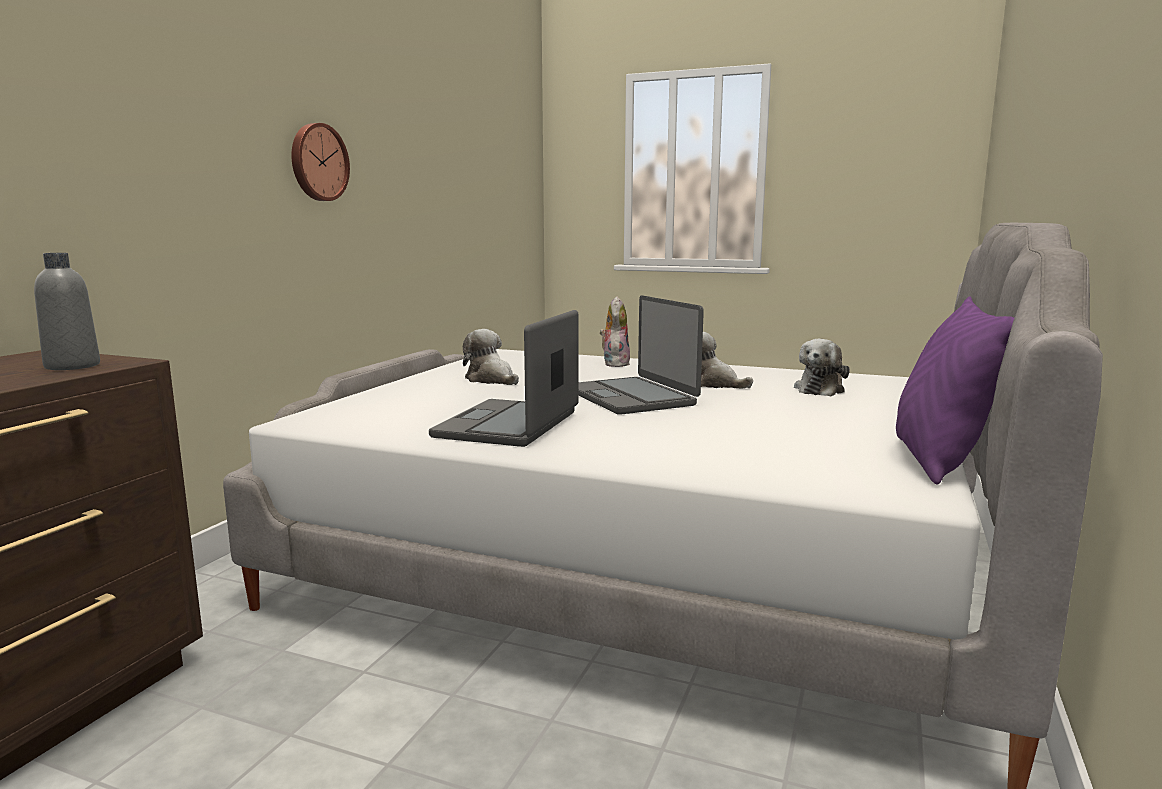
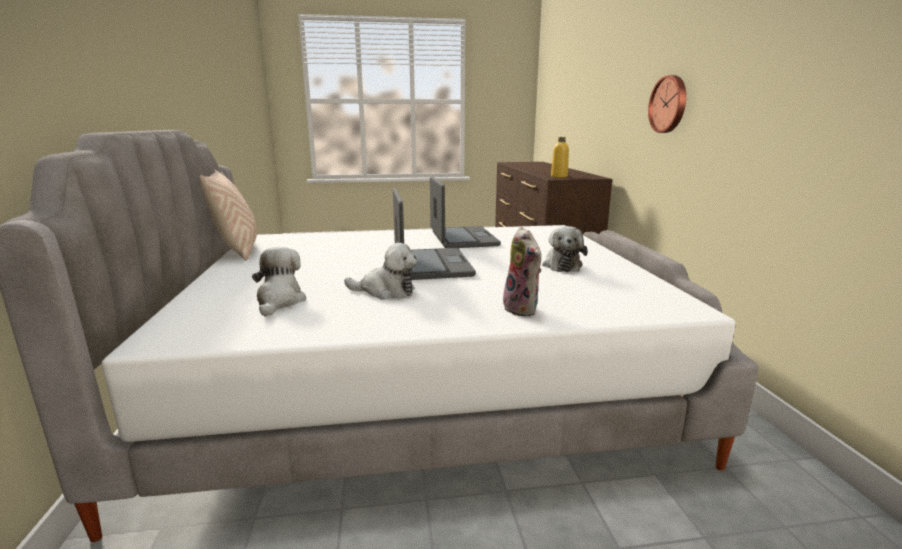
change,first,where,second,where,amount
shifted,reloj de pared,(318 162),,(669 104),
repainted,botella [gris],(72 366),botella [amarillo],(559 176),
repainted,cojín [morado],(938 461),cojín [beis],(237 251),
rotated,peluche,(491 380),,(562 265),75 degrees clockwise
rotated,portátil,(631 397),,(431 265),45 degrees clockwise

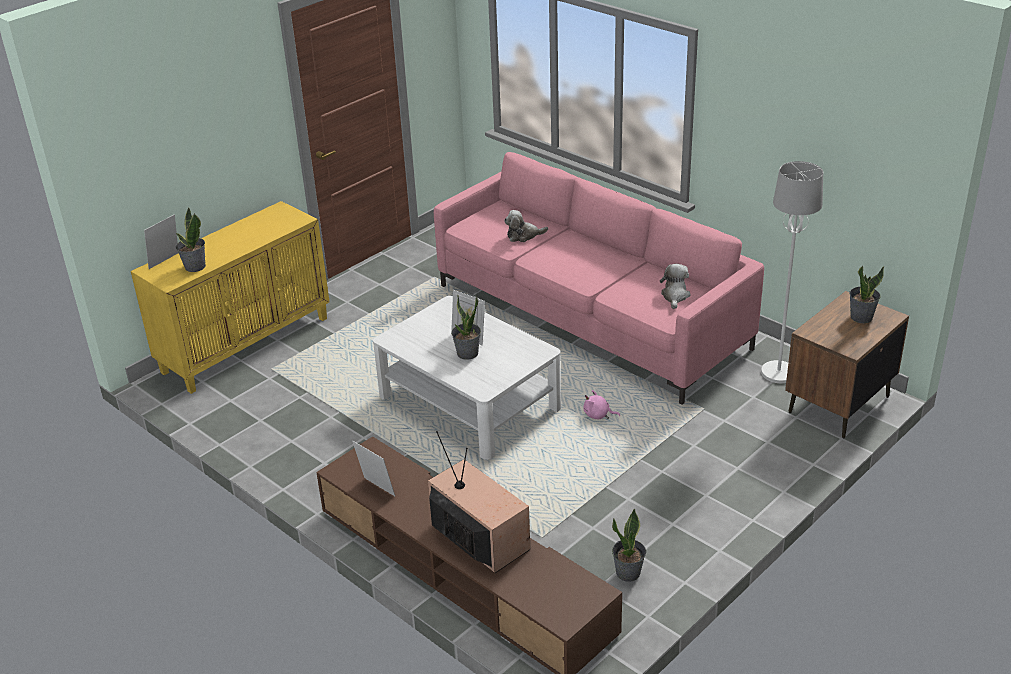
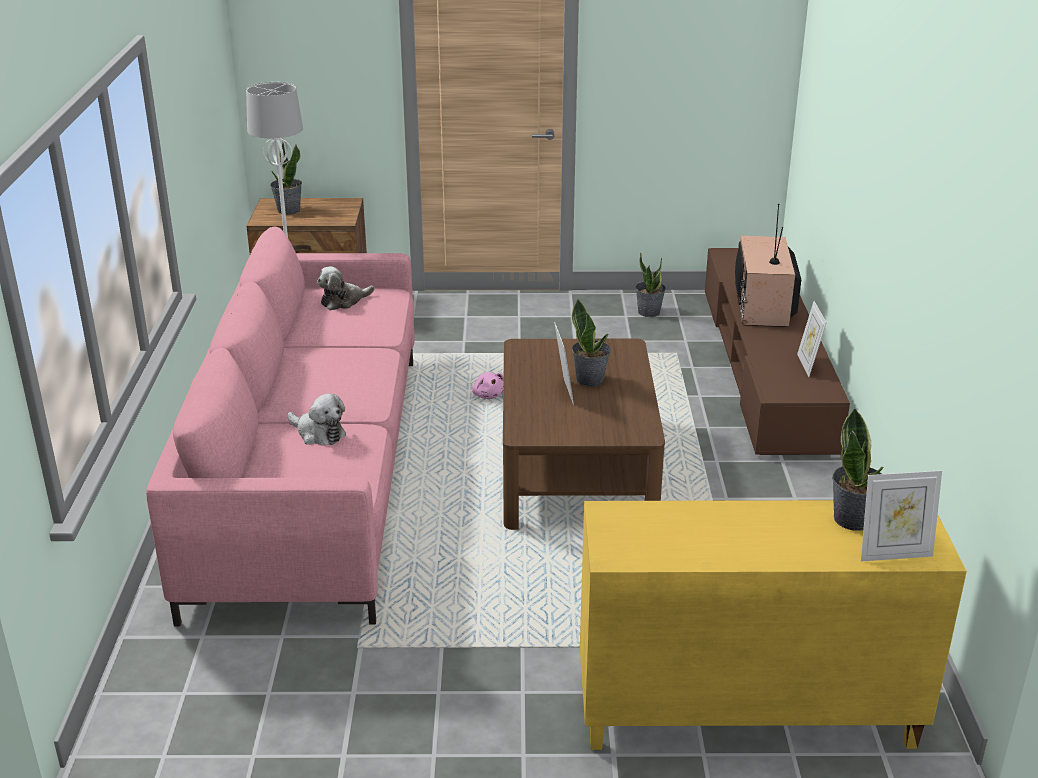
change,first,where,second,where,amount
repainted,mesa de centro [blanco],(469 402),mesa de centro [marrón],(576 469),

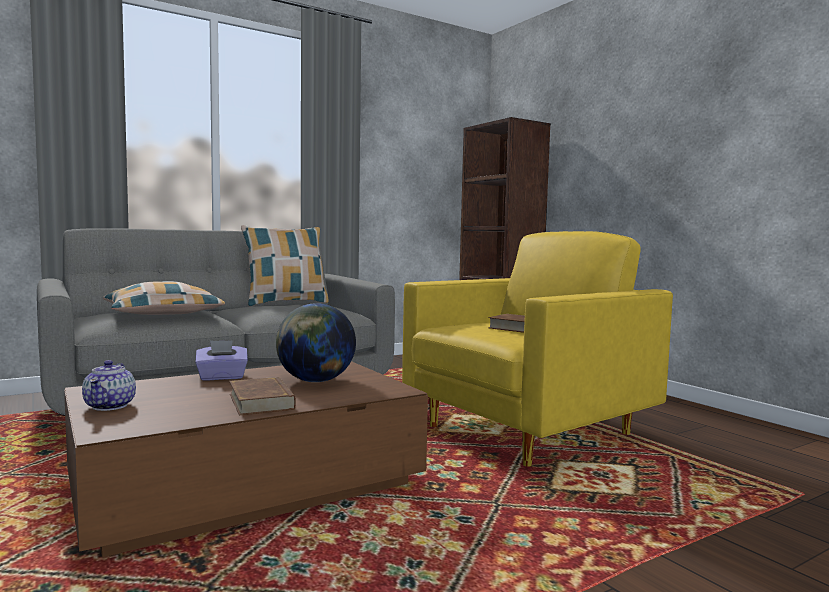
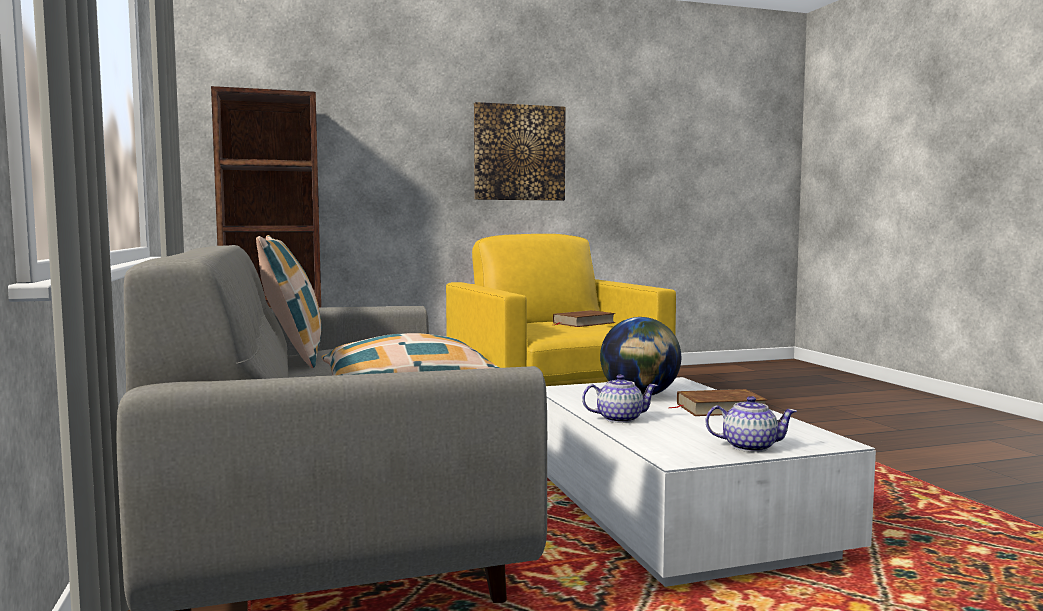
change,first,where,second,where,amount
new,,,cuadro,(519 153),
swapped,caja de pañuelos [morado],(222 377),tetera,(619 419),
repainted,mesa de centro [marrón],(249 484),mesa de centro [blanco],(673 511),

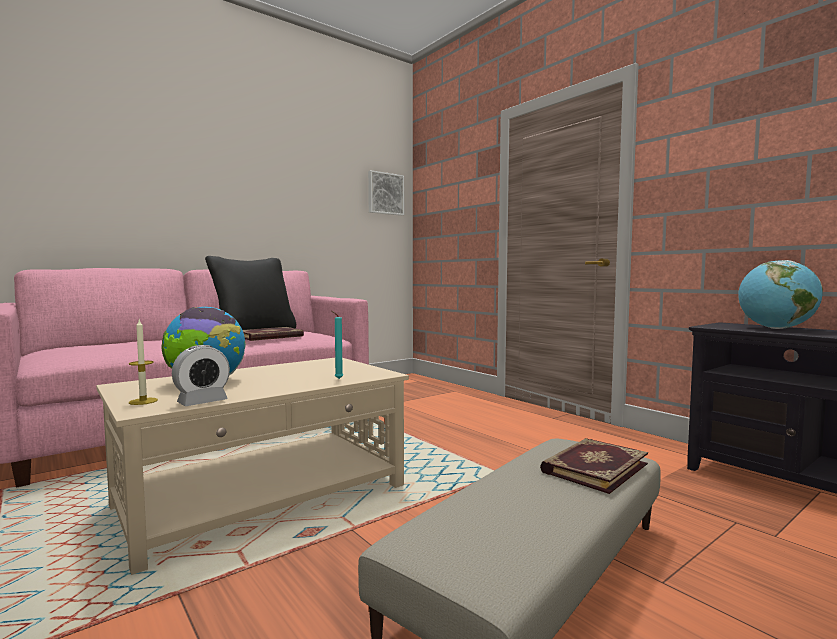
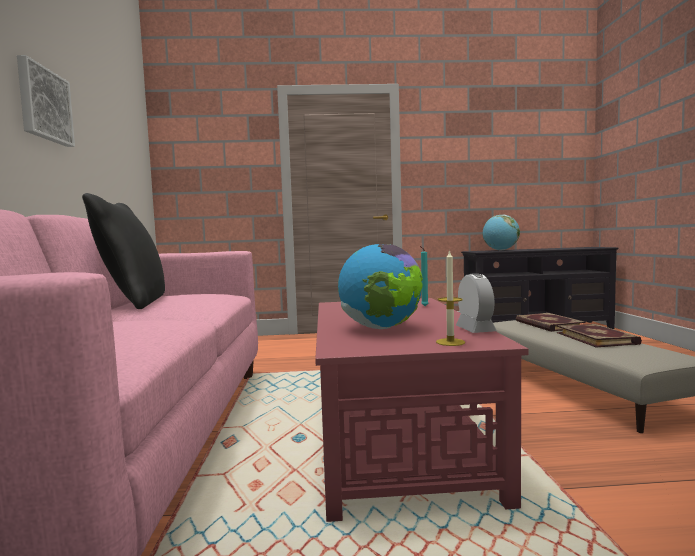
change,first,where,second,where,amount
shifted,libro,(270 337),,(597 338),
shifted,cuadro,(385 194),,(44 104),
repainted,mesa de centro [beis],(265 496),mesa de centro [rojo],(395 436),

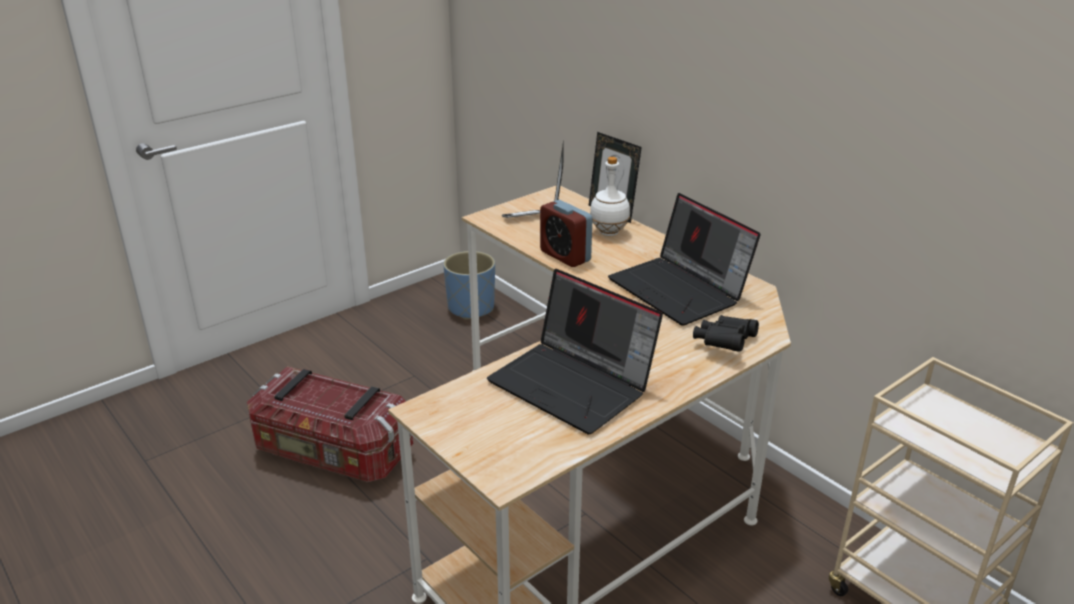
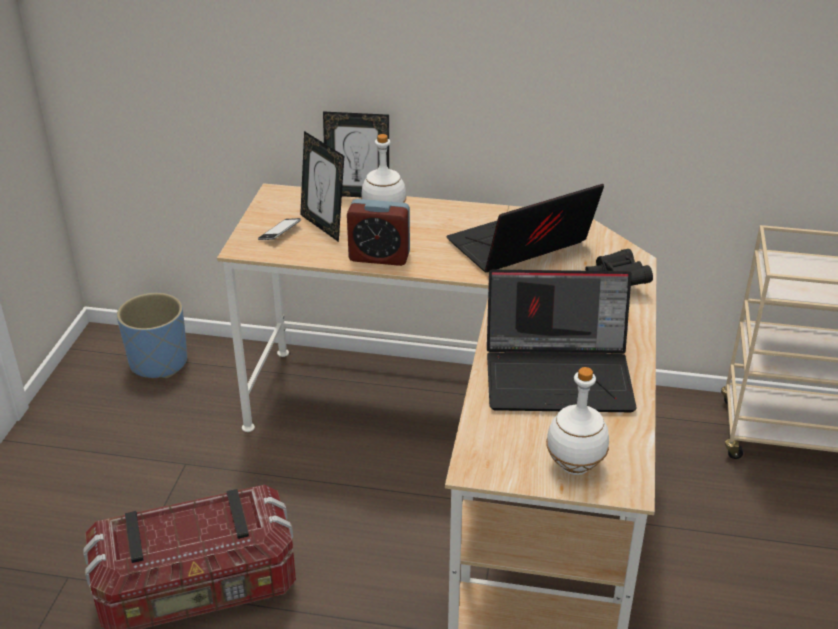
change,first,where,second,where,amount
new,,,botella [blanco],(574 467),
rotated,portátil,(680 290),,(519 247),135 degrees clockwise

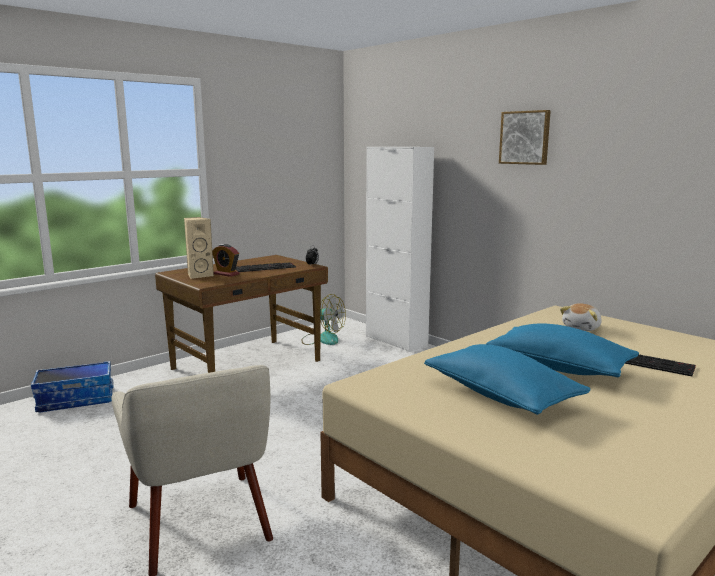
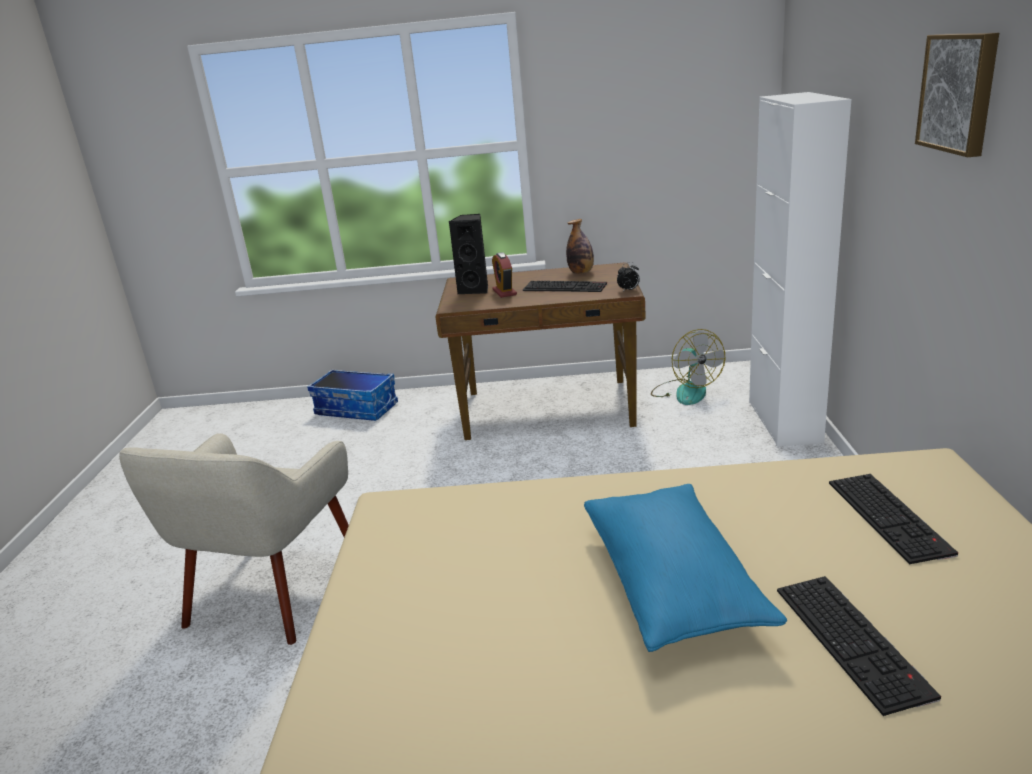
change,first,where,second,where,amount
gone,cojín [azul],(501 396),,,
new,,,botella,(581 273),
swapped,peluche,(582 328),teclado,(891 517),
repainted,altavoz [beis],(199 275),altavoz [negro],(475 290),

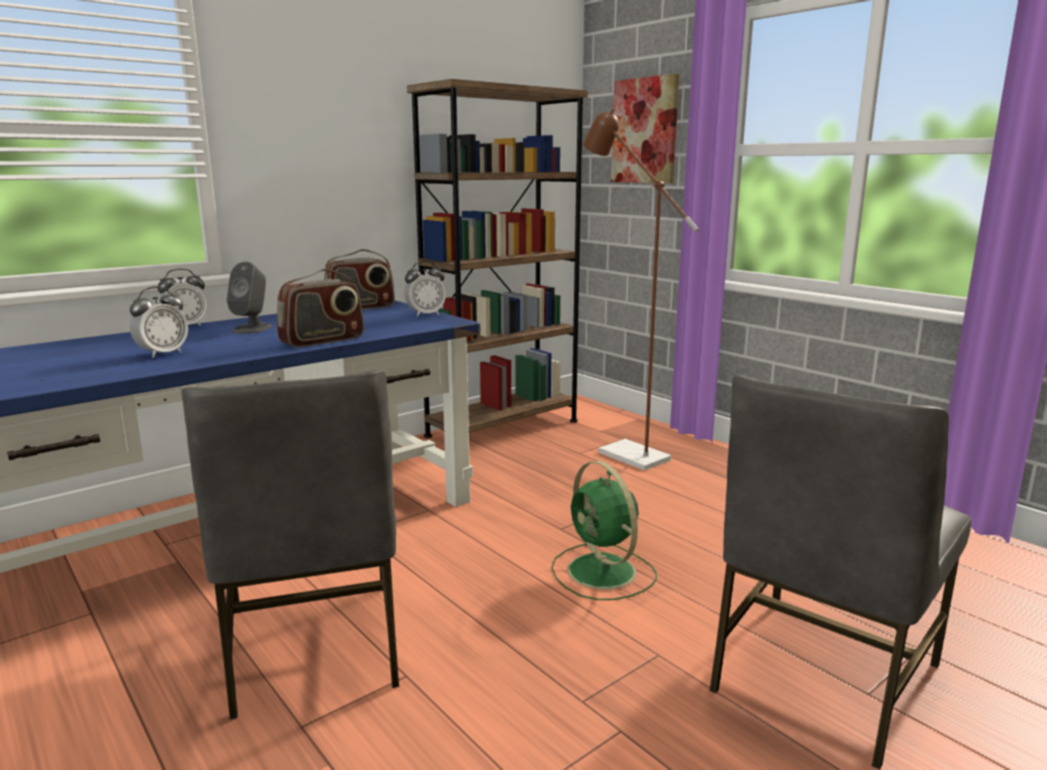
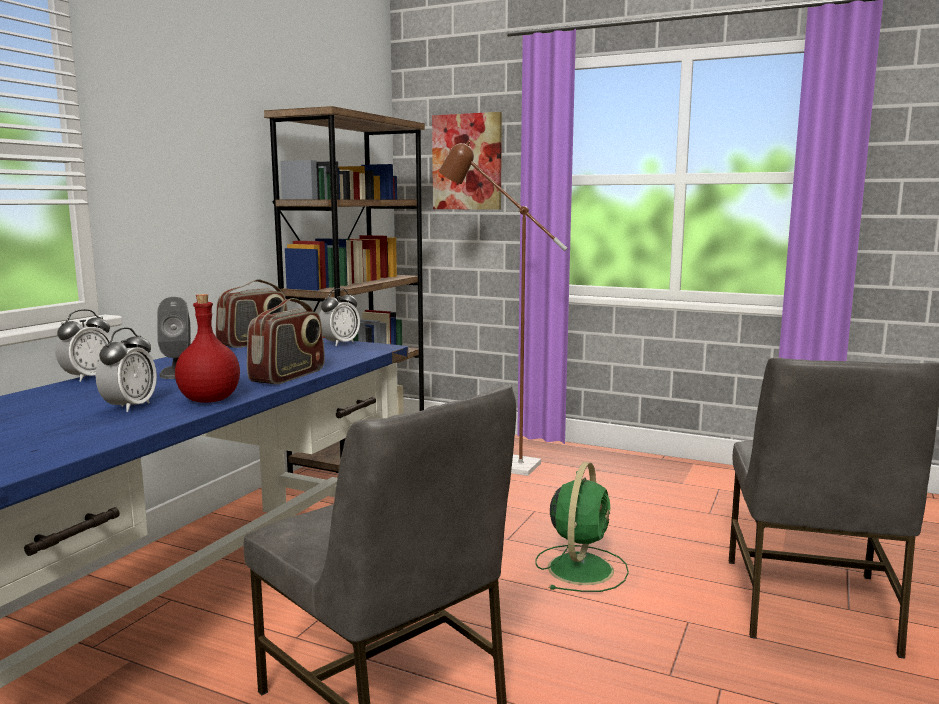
change,first,where,second,where,amount
new,,,botella [rojo],(209 400),
rotated,ventilador [verde],(603 573),,(581 568),105 degrees counterclockwise

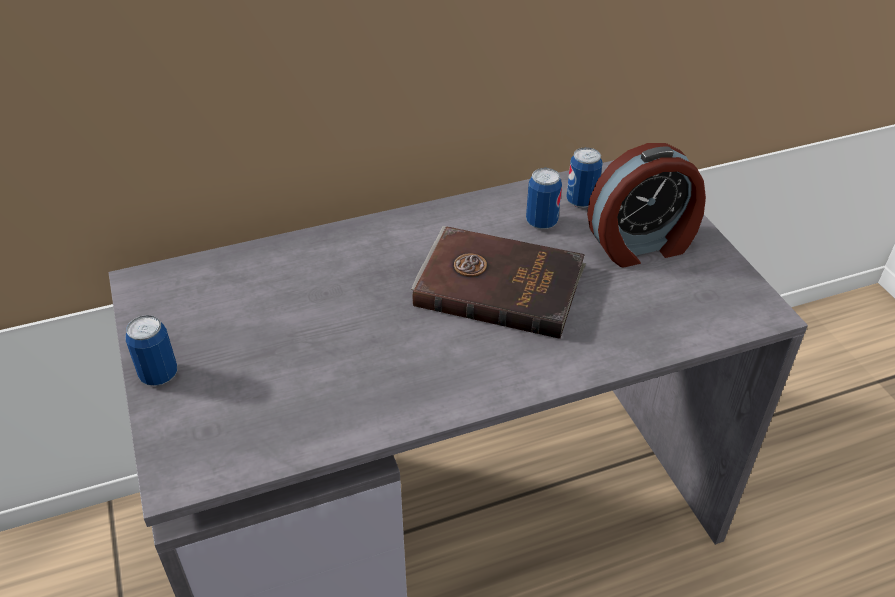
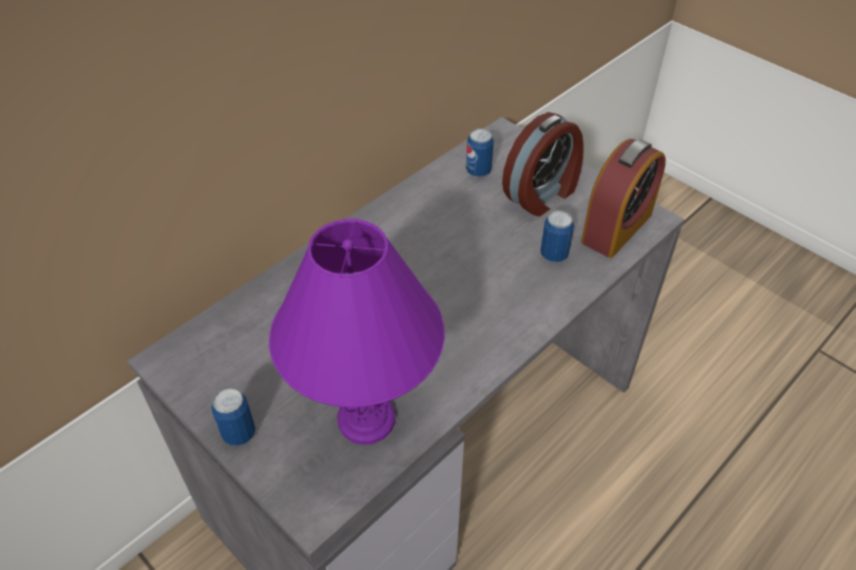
change,first,where,second,where,amount
gone,libro [marrón],(498 284),,,
new,,,lámpara de mesa [morado],(367 420),
new,,,despertador,(616 228),
shifted,lata,(541 222),,(554 255),

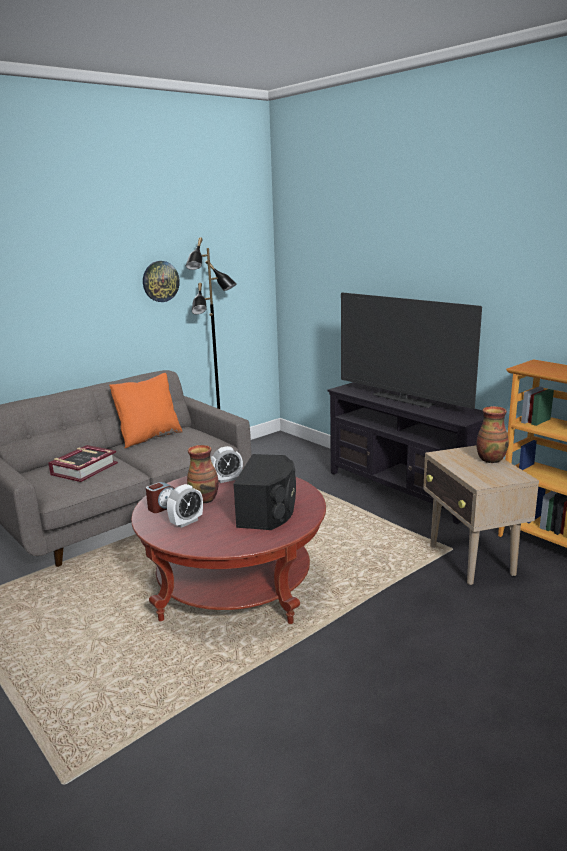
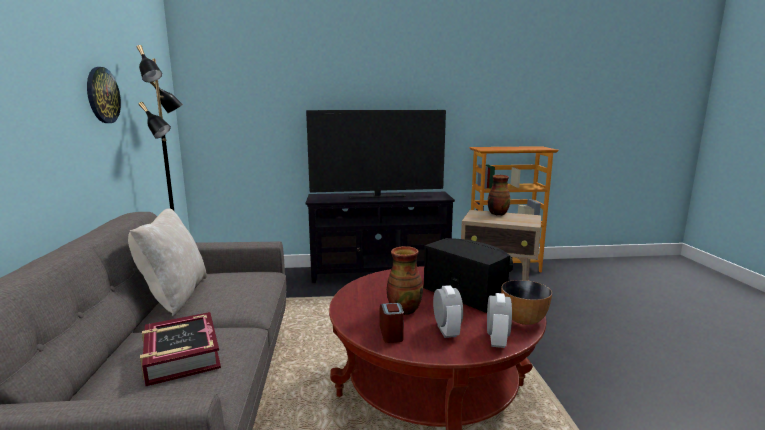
change,first,where,second,where,amount
new,,,cuenco,(523 320),
shifted,despertador,(227 479),,(497 340),
repainted,cojín [naranja],(149 437),cojín [beis],(175 296),

